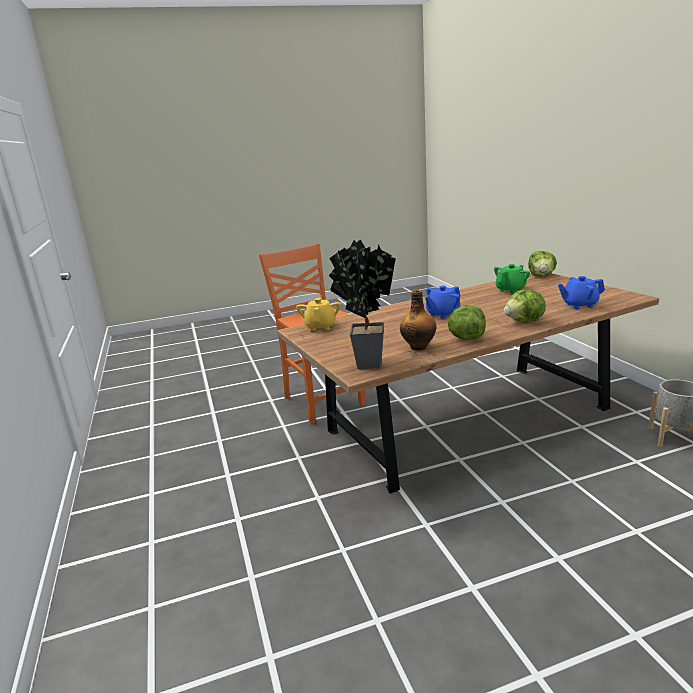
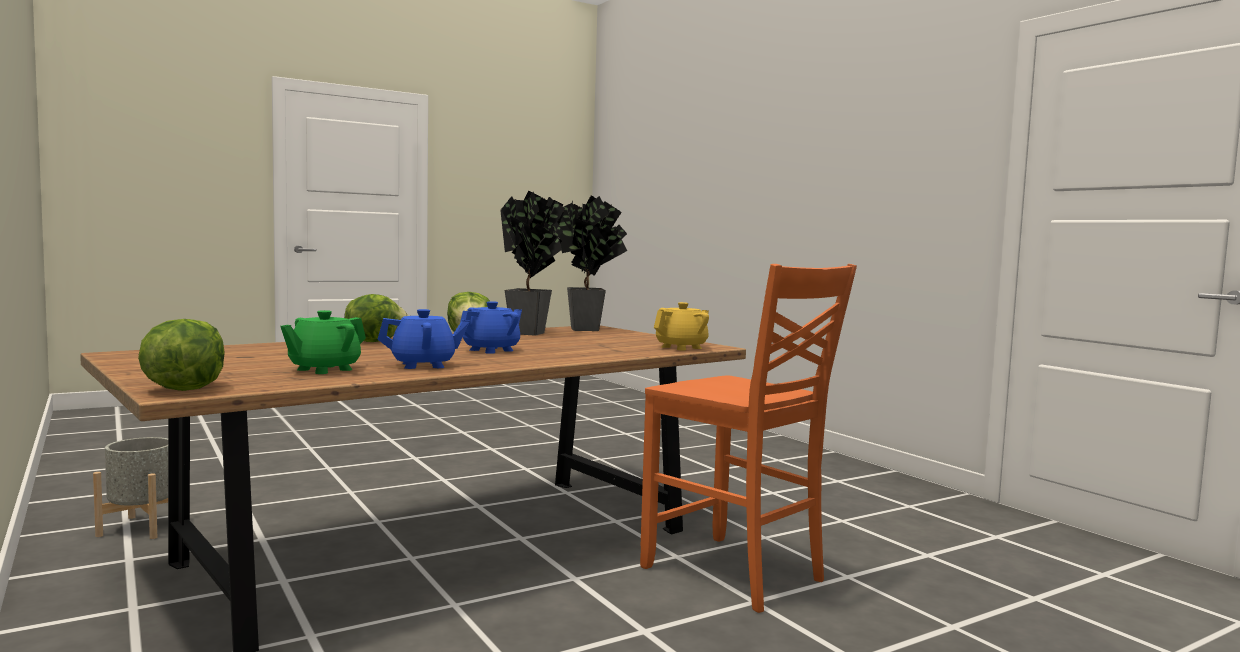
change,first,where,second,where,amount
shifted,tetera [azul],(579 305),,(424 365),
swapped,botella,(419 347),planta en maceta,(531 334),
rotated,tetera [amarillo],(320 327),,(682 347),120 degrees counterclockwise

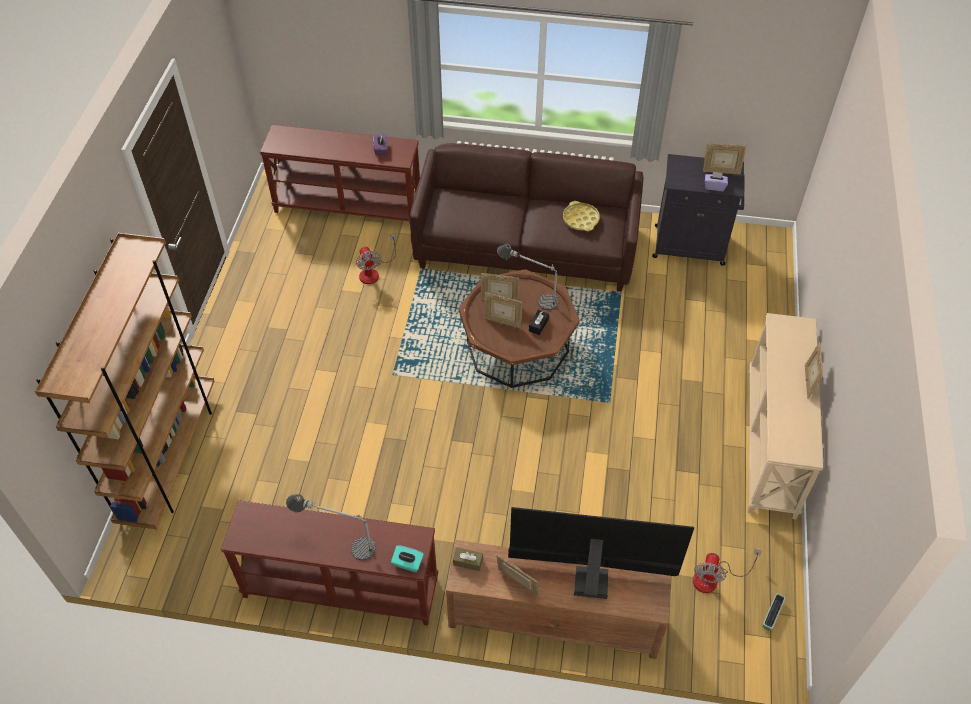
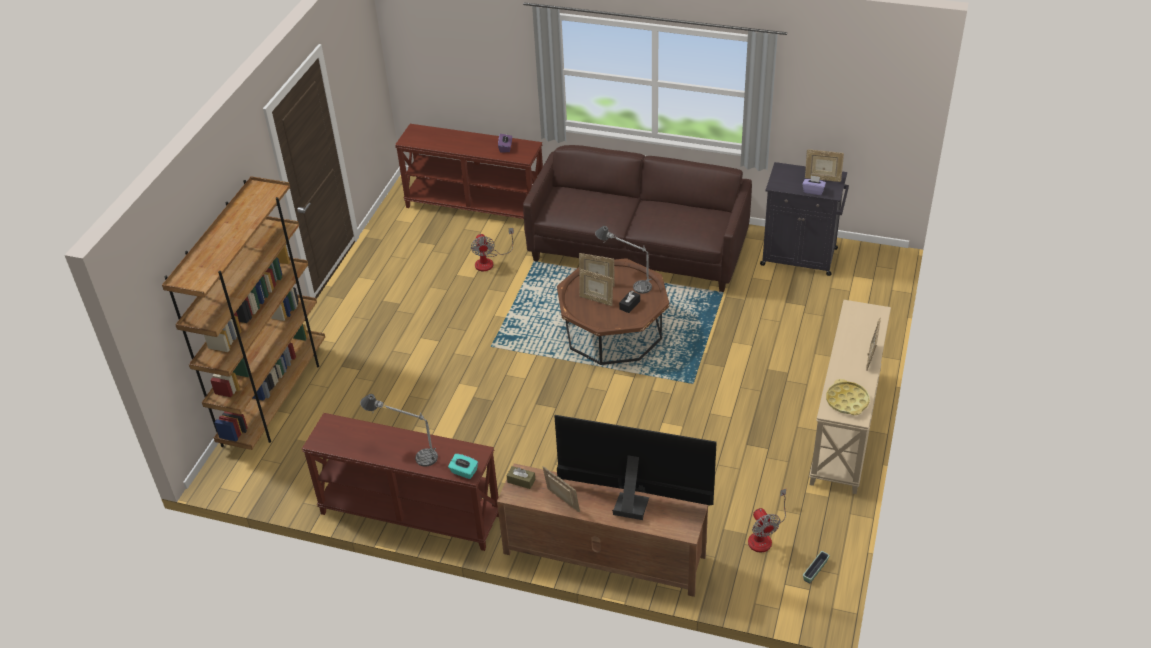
change,first,where,second,where,amount
shifted,bandeja [amarillo],(580 219),,(847 401),
rotated,ventilador,(713 578),,(764 536),45 degrees counterclockwise

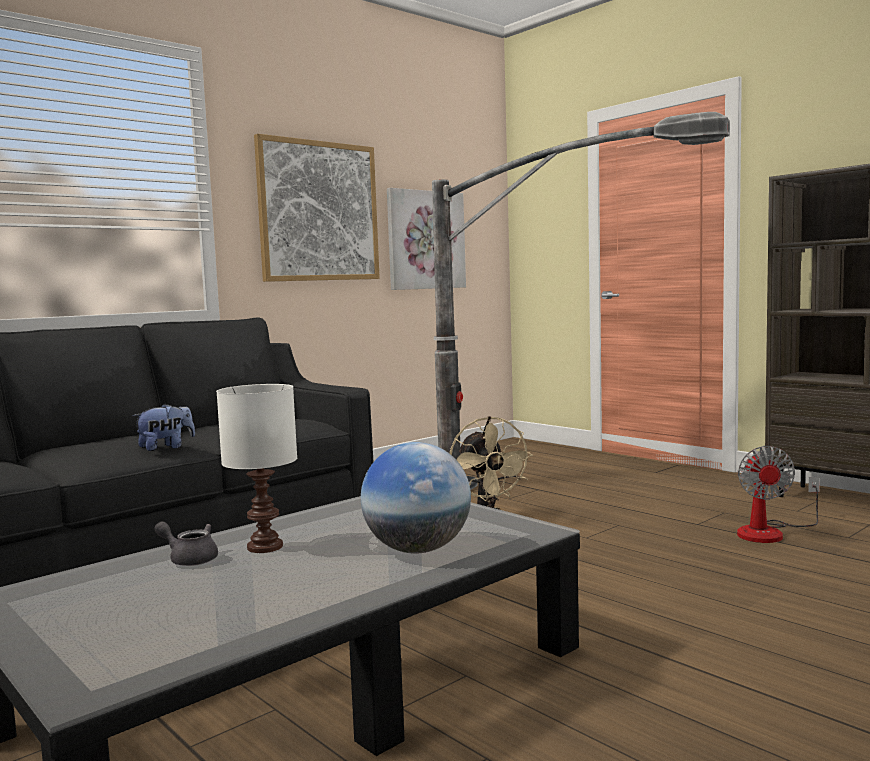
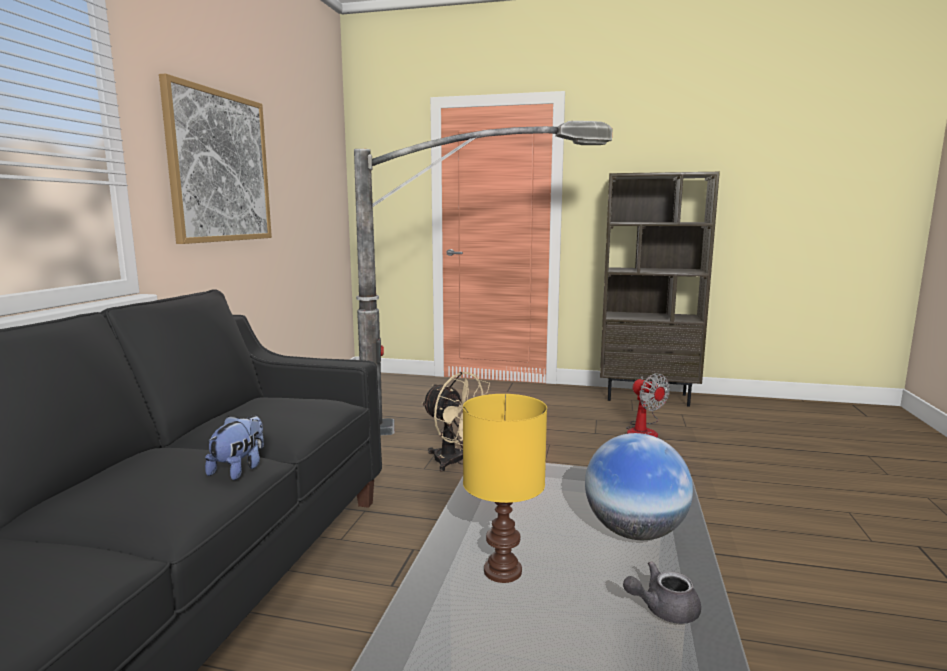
change,first,where,second,where,amount
gone,cuadro,(425 240),,,
shifted,tetera [gris],(189 559),,(663 609),
repainted,lámpara de mesa [blanco],(266 547),lámpara de mesa [amarillo],(503 570),

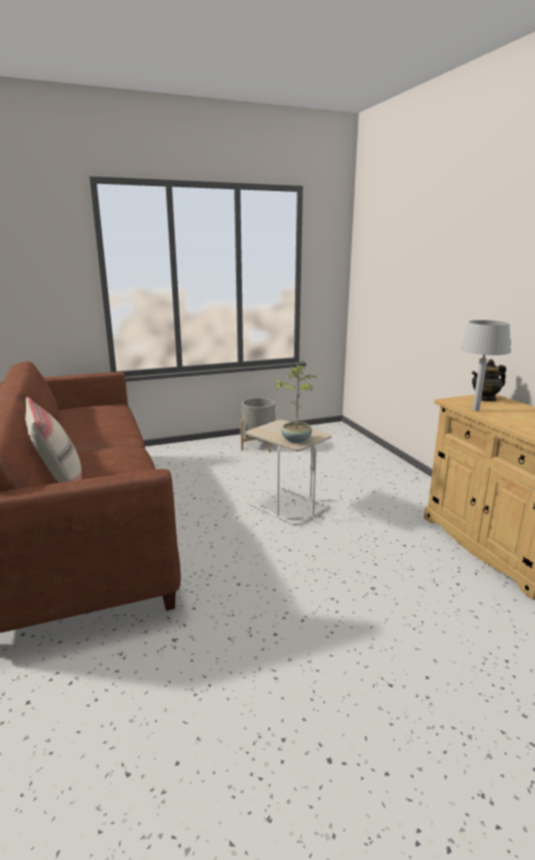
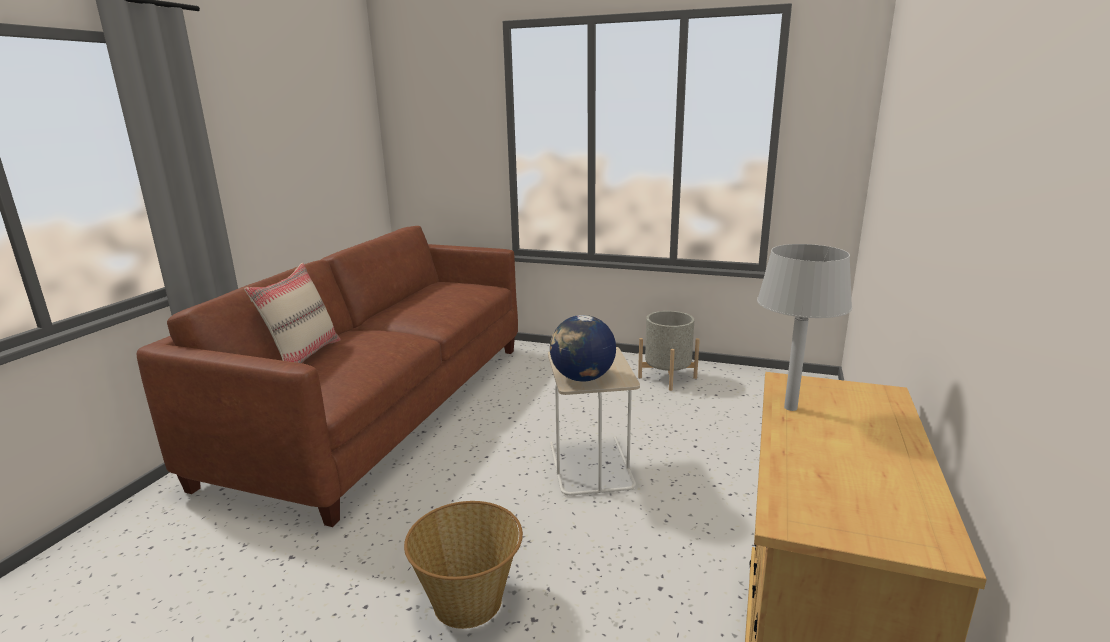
change,first,where,second,where,amount
gone,tetera,(485 398),,,
new,,,cesta,(469 601),
swapped,planta en maceta,(296 439),globo terráqueo,(582 378),

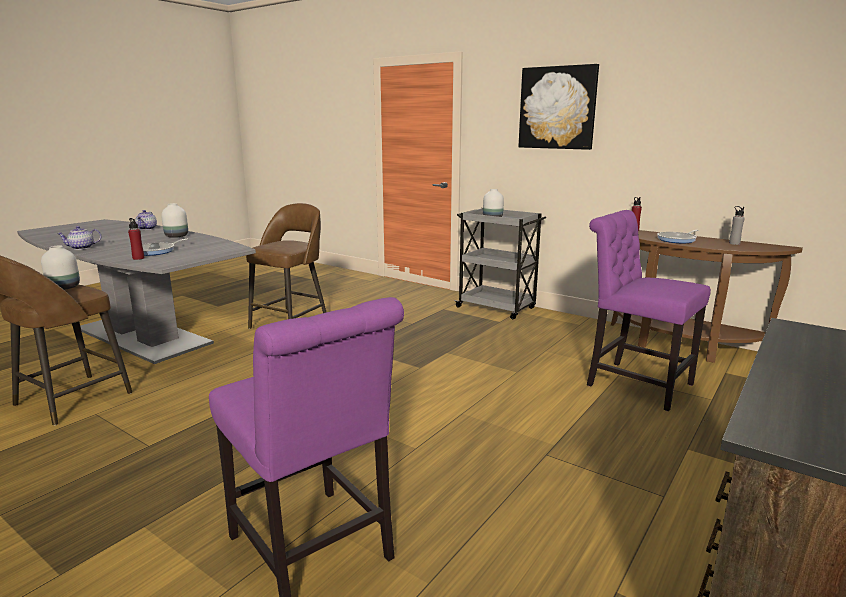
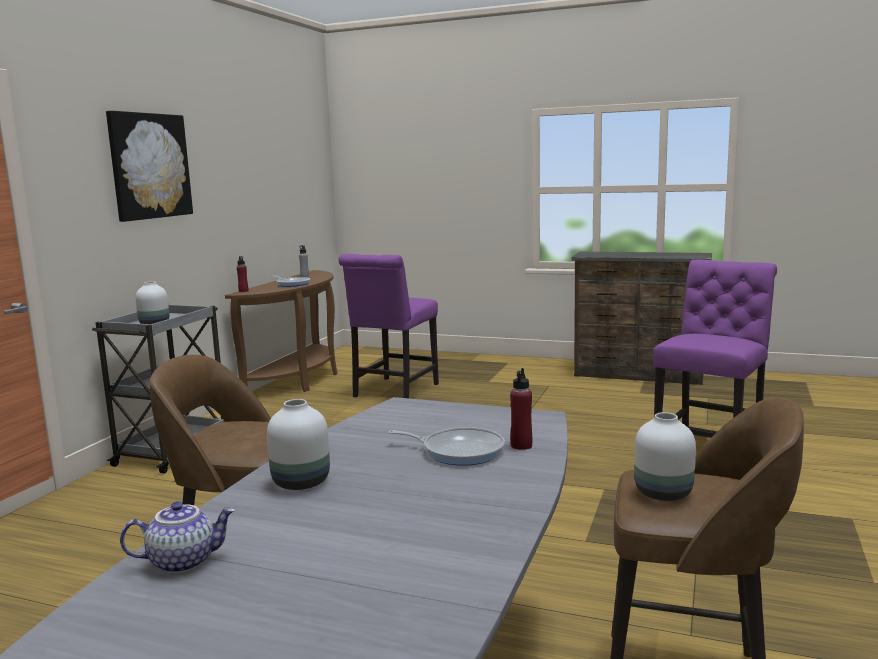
change,first,where,second,where,amount
gone,tetera,(81 248),,,

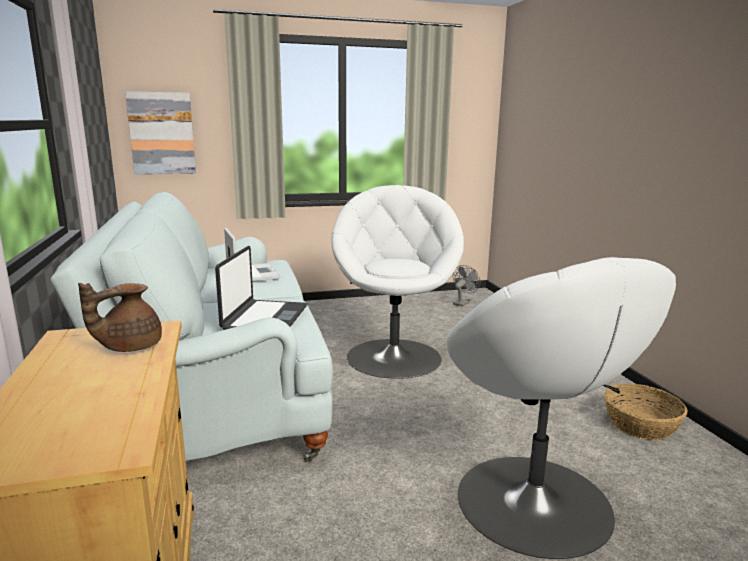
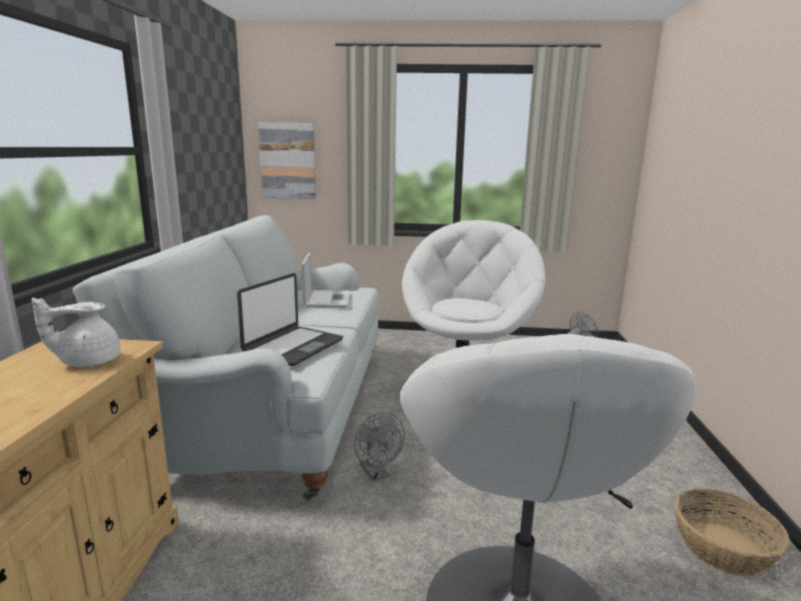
change,first,where,second,where,amount
new,,,ventilador [gris],(377 474),
repainted,tetera [marrón],(129 346),tetera [blanco],(88 361),

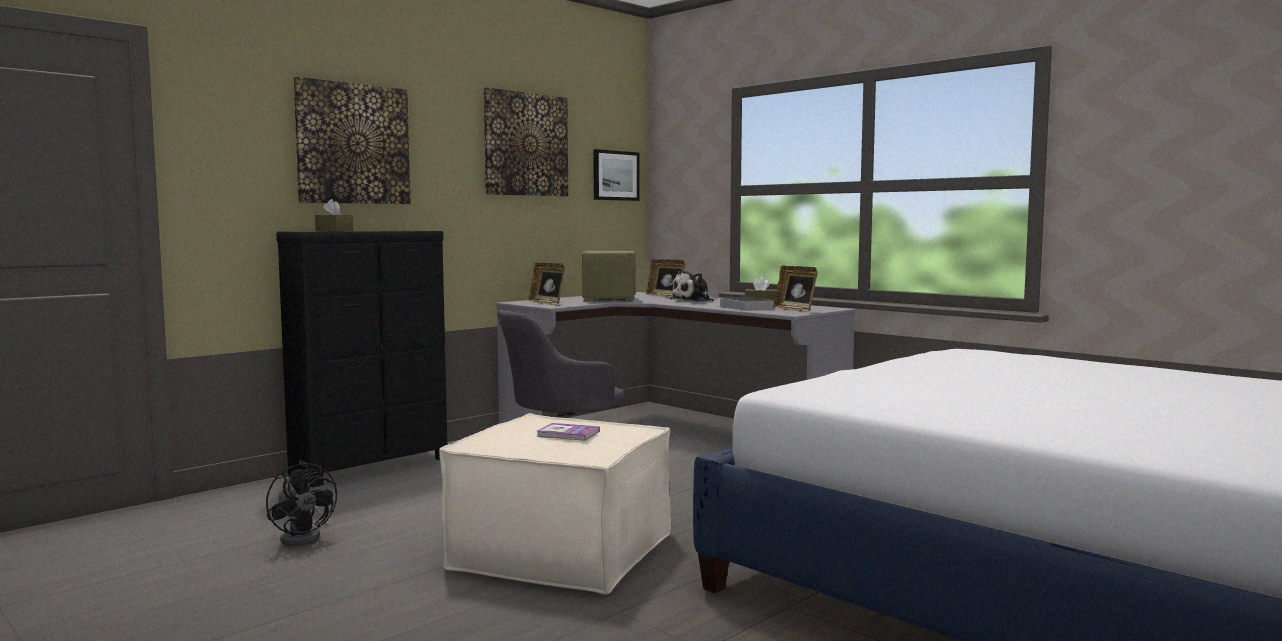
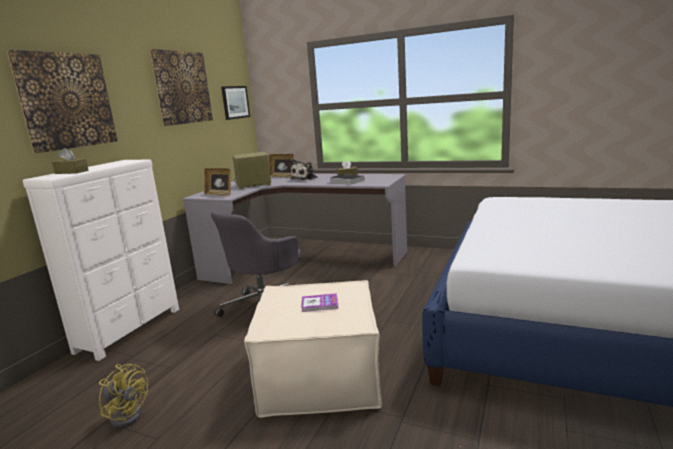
change,first,where,second,where,amount
gone,portarretratos,(795 310),,,
repainted,ventilador [negro],(305 537),ventilador [amarillo],(128 414),
repainted,cómoda [negro],(372 467),cómoda [blanco],(131 329),

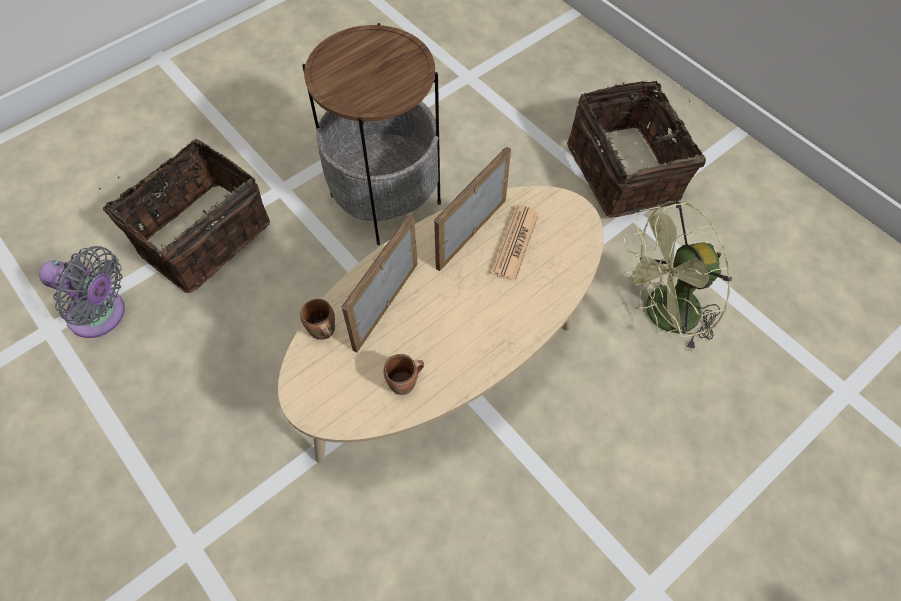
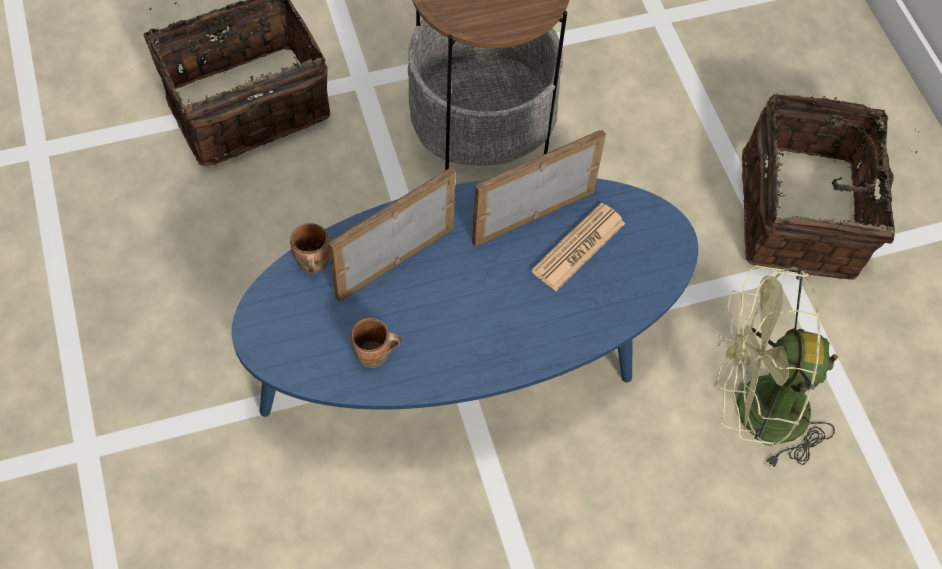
change,first,where,second,where,amount
gone,ventilador [gris],(102 315),,,
repainted,mesa de centro [beis],(450 361),mesa de centro [azul],(465 362),

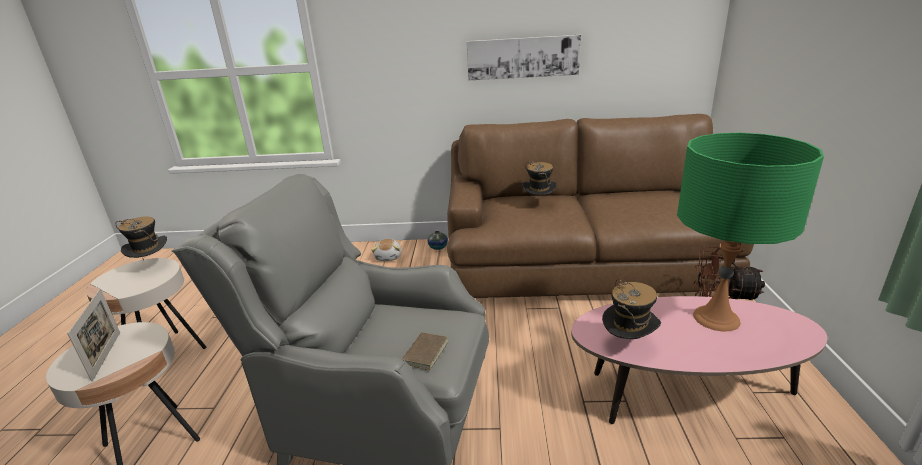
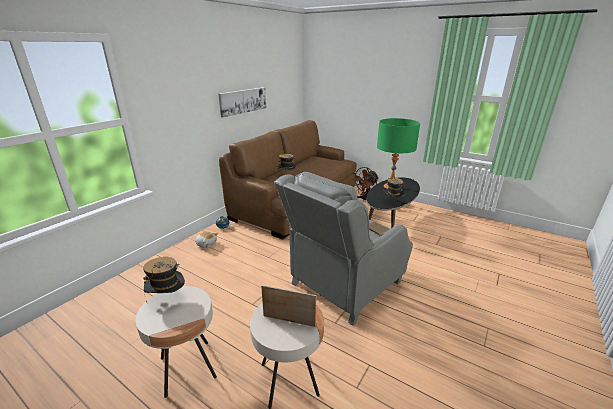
change,first,where,second,where,amount
repainted,mesa de centro [rosa],(682 396),mesa de centro [negro],(390 219),

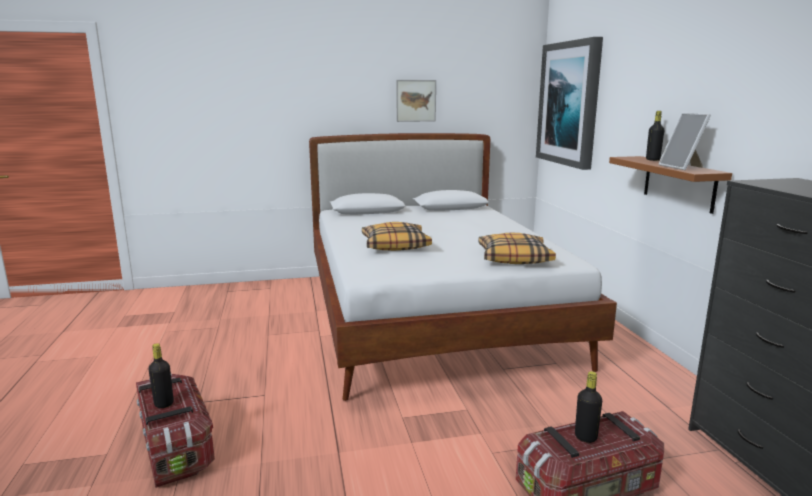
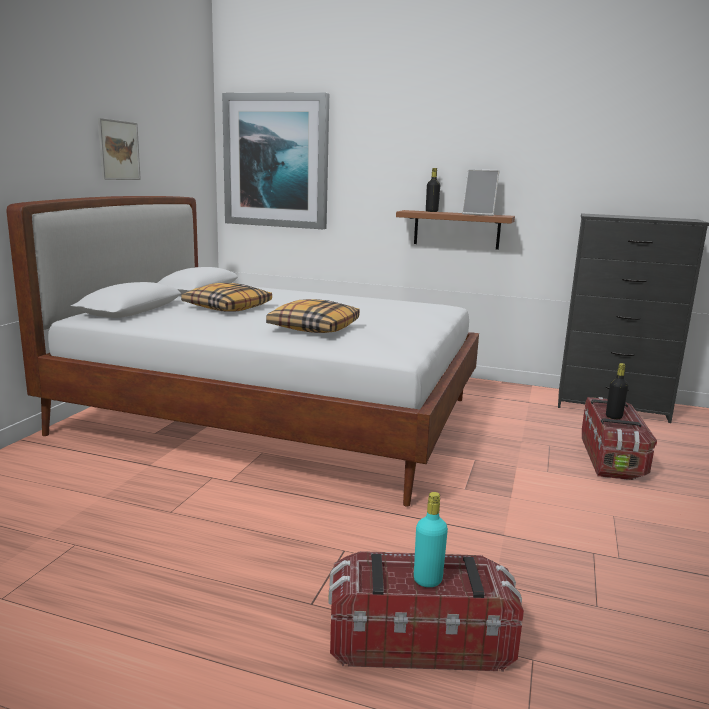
change,first,where,second,where,amount
shifted,cojín,(514 258),,(227 307),
repainted,botella [negro],(164 404),botella [turquesa],(427 580),

